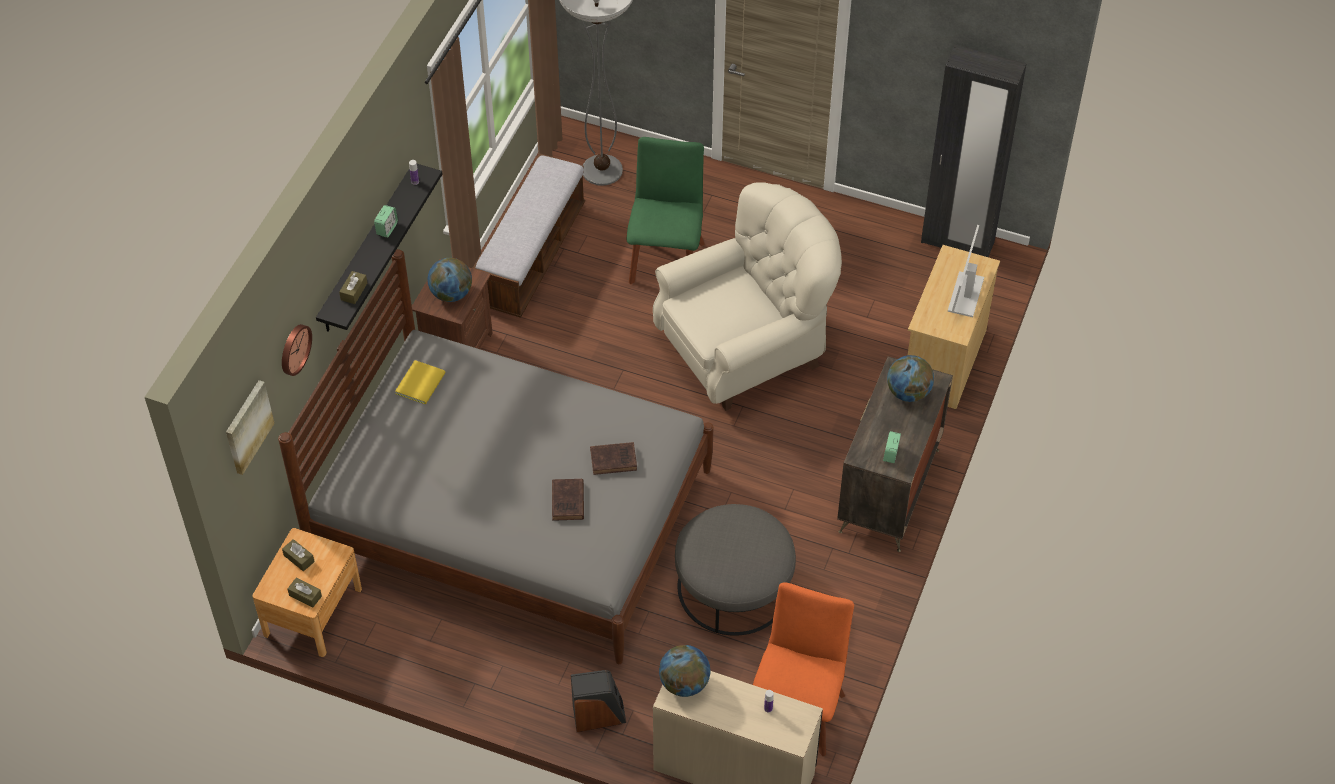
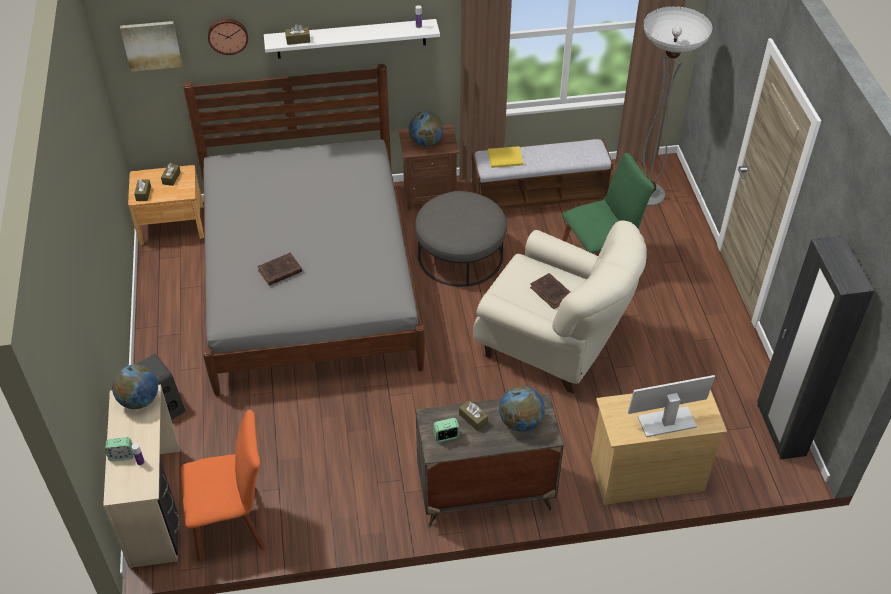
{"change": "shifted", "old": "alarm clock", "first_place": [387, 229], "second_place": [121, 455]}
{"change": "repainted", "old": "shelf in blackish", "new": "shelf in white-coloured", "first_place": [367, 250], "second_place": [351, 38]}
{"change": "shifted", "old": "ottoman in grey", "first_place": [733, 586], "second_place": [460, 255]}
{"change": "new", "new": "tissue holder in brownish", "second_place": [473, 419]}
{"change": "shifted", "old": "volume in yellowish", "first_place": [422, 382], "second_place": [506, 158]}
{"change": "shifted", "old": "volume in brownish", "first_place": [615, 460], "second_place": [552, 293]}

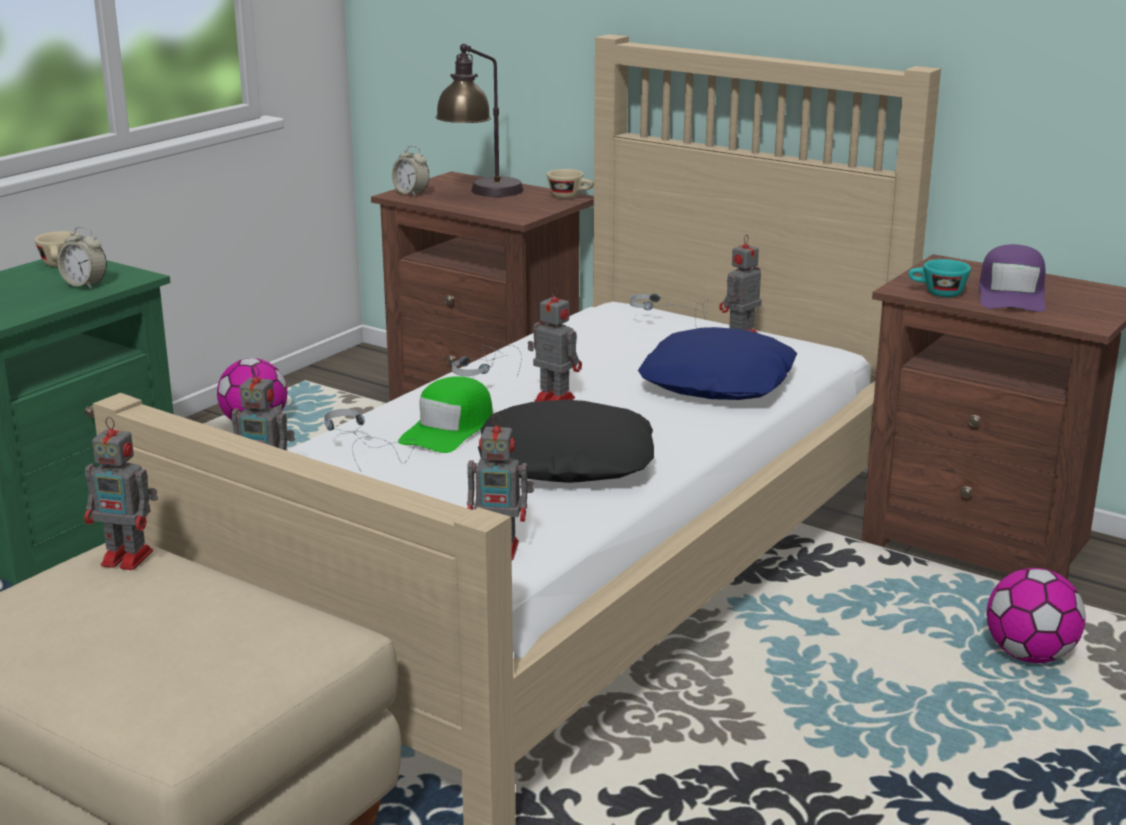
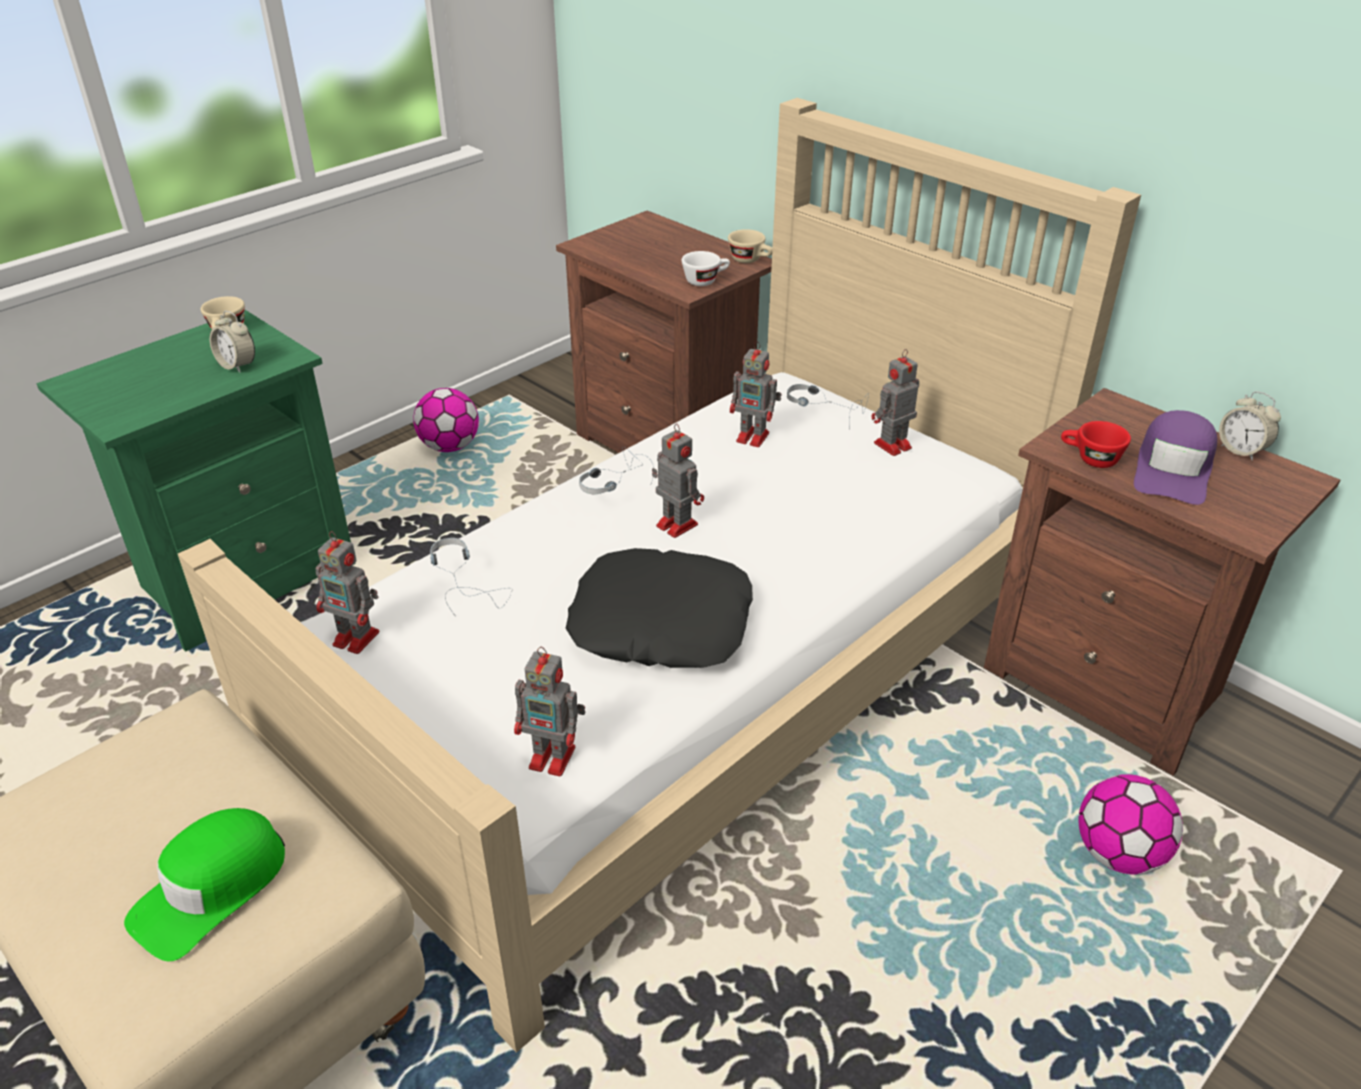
{"change": "shifted", "old": "peaked cap in green-coloured", "first_place": [449, 429], "second_place": [210, 890]}
{"change": "new", "new": "drinking cup in white-coloured", "second_place": [705, 280]}
{"change": "shifted", "old": "robot figure", "first_place": [129, 558], "second_place": [754, 437]}
{"change": "repainted", "old": "drinking cup in turquoise", "new": "drinking cup in red-coloured", "first_place": [937, 293], "second_place": [1090, 459]}
{"change": "shifted", "old": "alarm clock", "first_place": [411, 193], "second_place": [1241, 450]}
{"change": "gone", "old": "lamp for a table", "first_place": [481, 194]}
{"change": "gone", "old": "throw pillow in bluish", "first_place": [719, 382]}

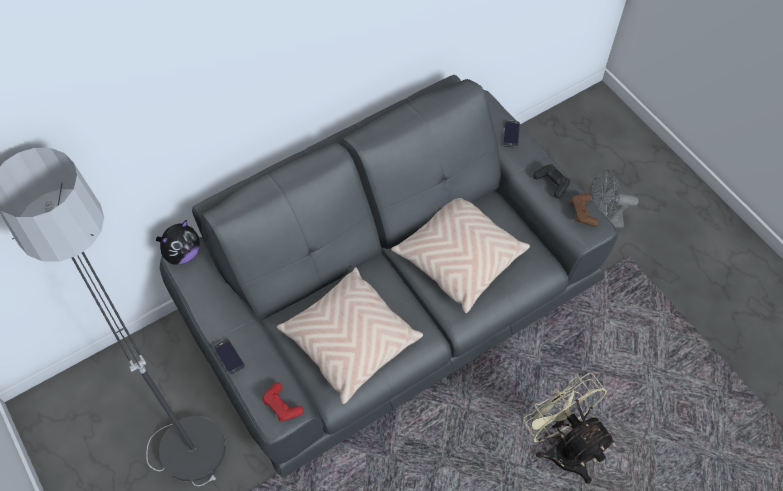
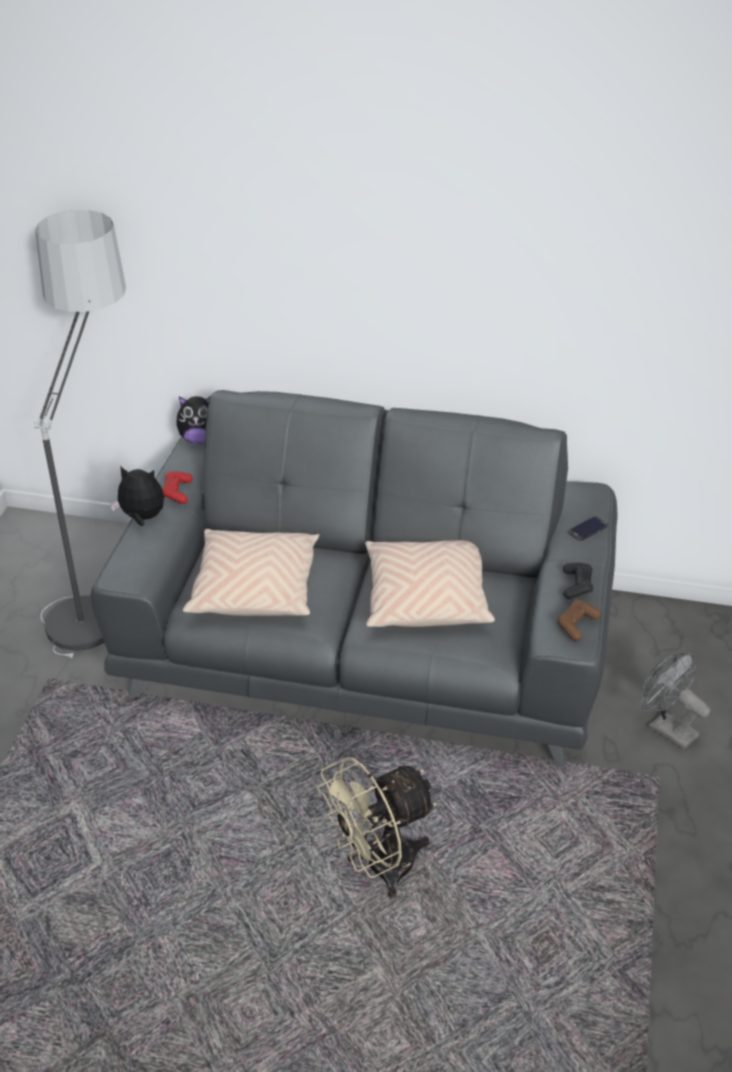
{"change": "swapped", "old": "phone", "new": "plush toy", "first_place": [229, 356], "second_place": [142, 518]}
{"change": "shifted", "old": "game controller in red-coloured", "first_place": [282, 405], "second_place": [177, 492]}
{"change": "rotated", "old": "cooling fan in sand-coloured", "first_place": [562, 446], "second_place": [378, 868], "degrees": -135}

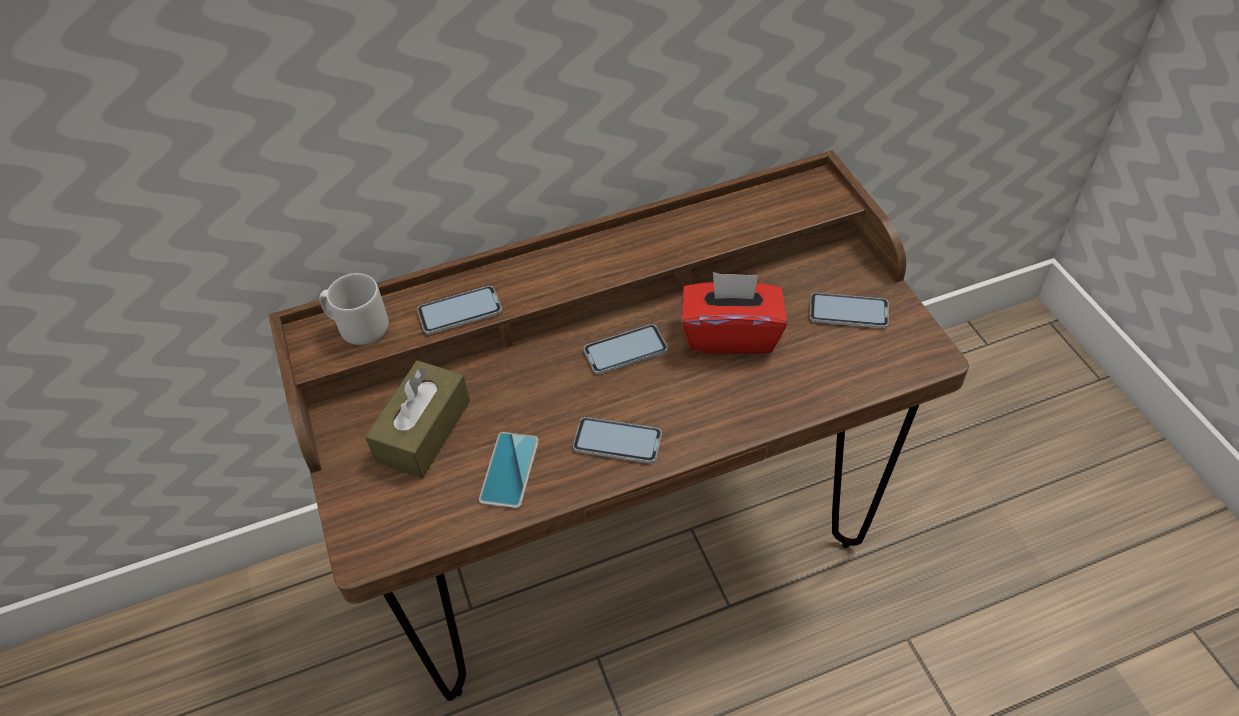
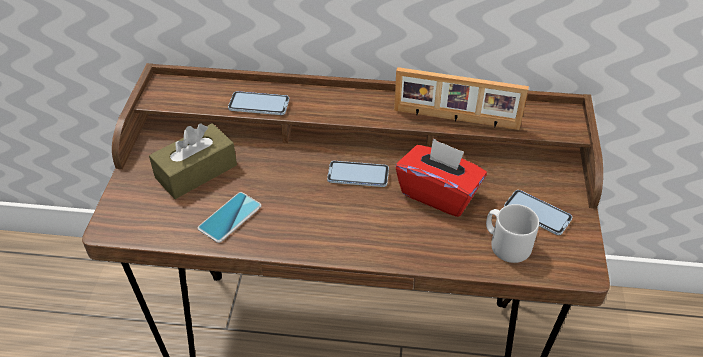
{"change": "new", "new": "standing frame", "second_place": [455, 119]}
{"change": "shifted", "old": "coffee mug in grey", "first_place": [358, 326], "second_place": [506, 244]}
{"change": "gone", "old": "phone", "first_place": [617, 441]}

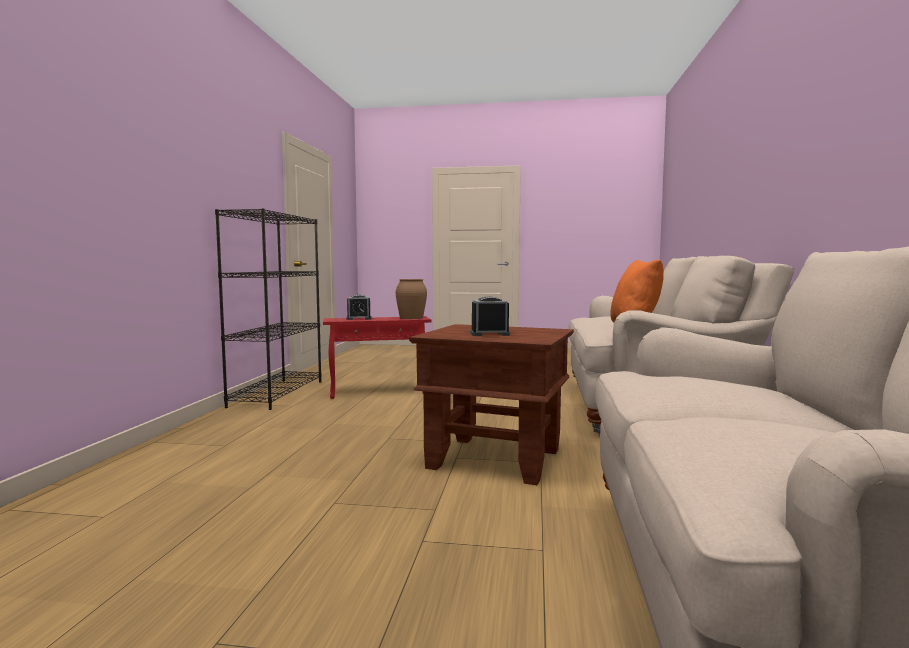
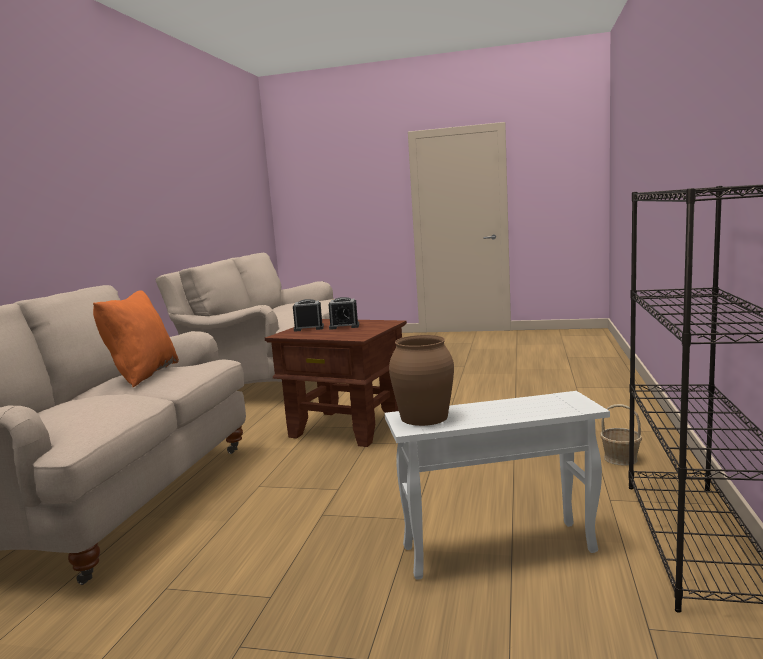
{"change": "shifted", "old": "alarm clock", "first_place": [359, 318], "second_place": [309, 328]}
{"change": "repainted", "old": "accent table in red-coloured", "new": "accent table in white-coloured", "first_place": [378, 392], "second_place": [498, 550]}
{"change": "new", "new": "storage basket", "second_place": [620, 459]}

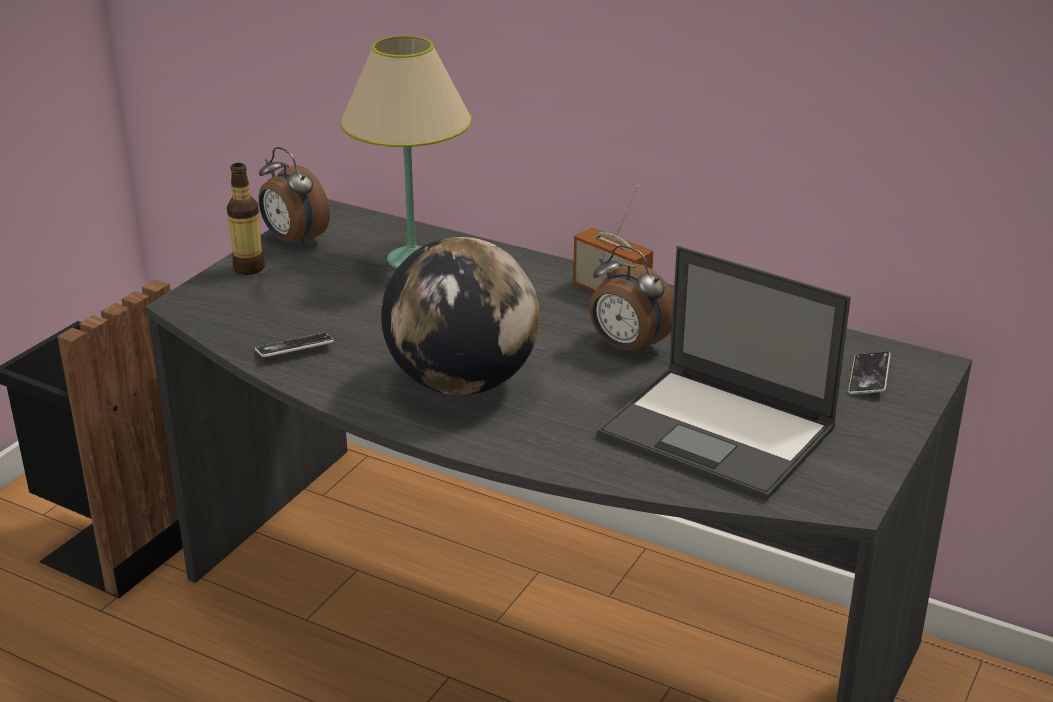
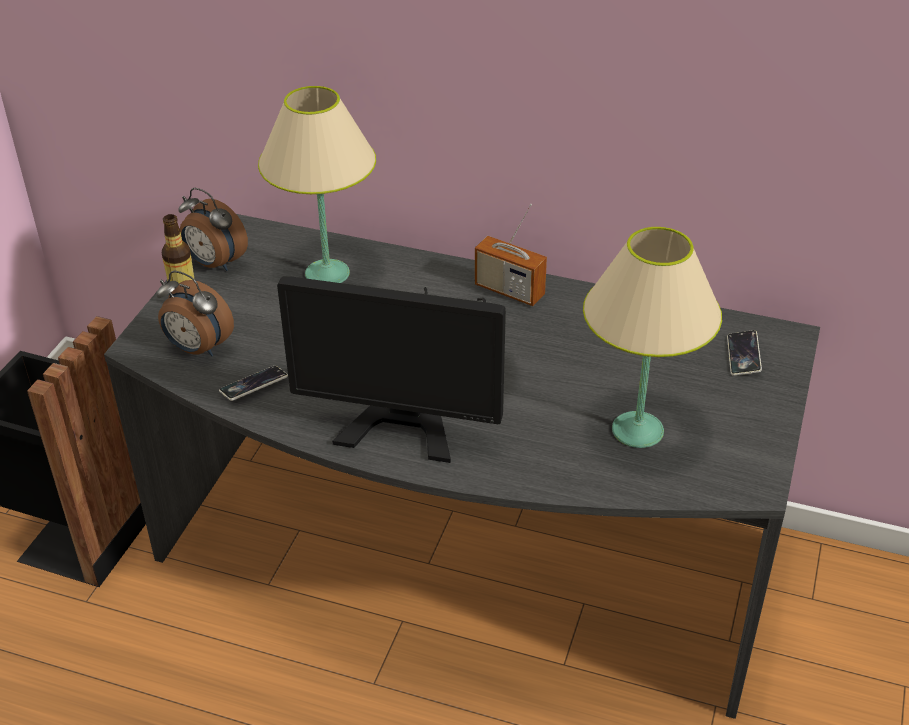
{"change": "shifted", "old": "alarm clock", "first_place": [627, 348], "second_place": [197, 349]}
{"change": "swapped", "old": "desk globe", "new": "computer screen", "first_place": [462, 383], "second_place": [410, 404]}
{"change": "swapped", "old": "notebook computer", "new": "lamp for a table in sand-coloured", "first_place": [719, 433], "second_place": [638, 430]}

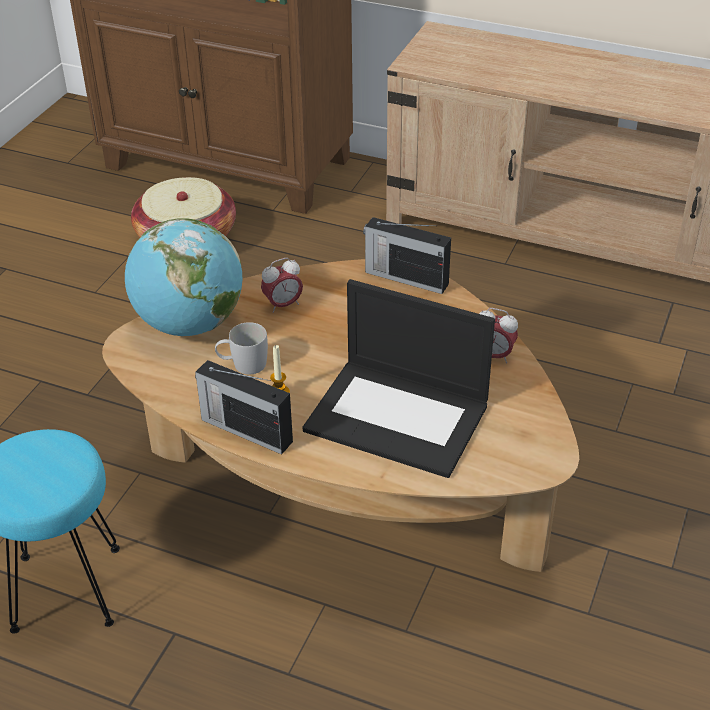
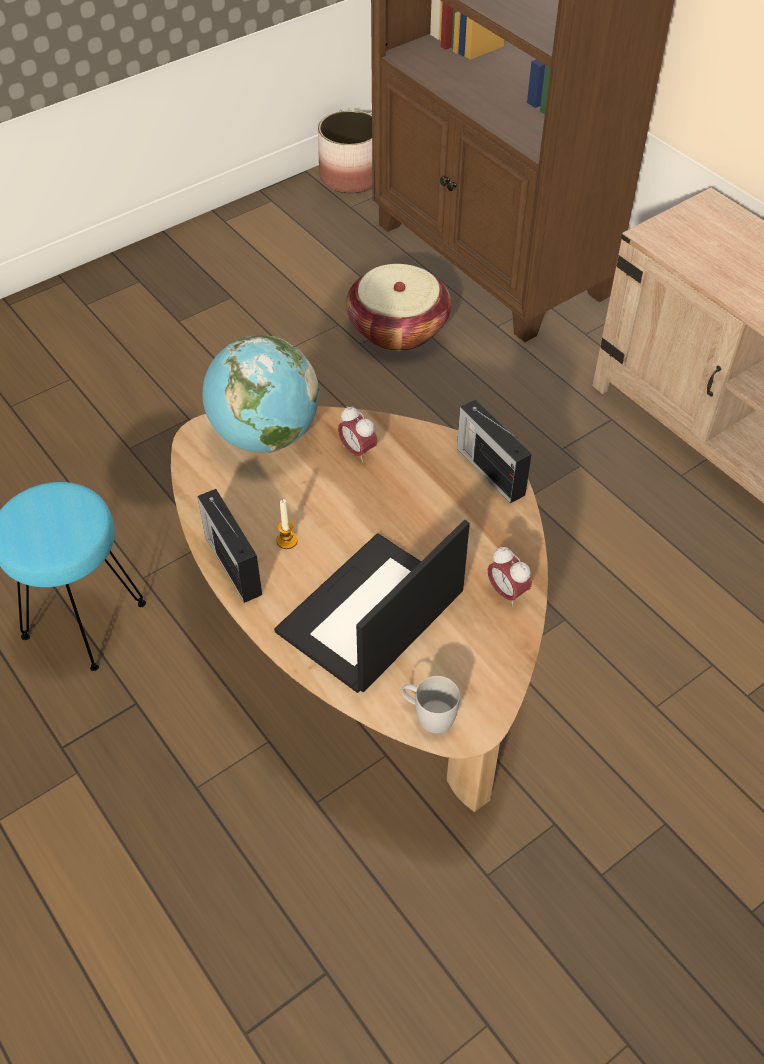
{"change": "rotated", "old": "notebook computer", "first_place": [399, 417], "second_place": [370, 615], "degrees": 75}
{"change": "new", "new": "planter", "second_place": [351, 177]}
{"change": "rotated", "old": "alarm clock", "first_place": [283, 305], "second_place": [357, 451], "degrees": 45}
{"change": "shifted", "old": "coffee mug in white-coloured", "first_place": [243, 364], "second_place": [428, 714]}

